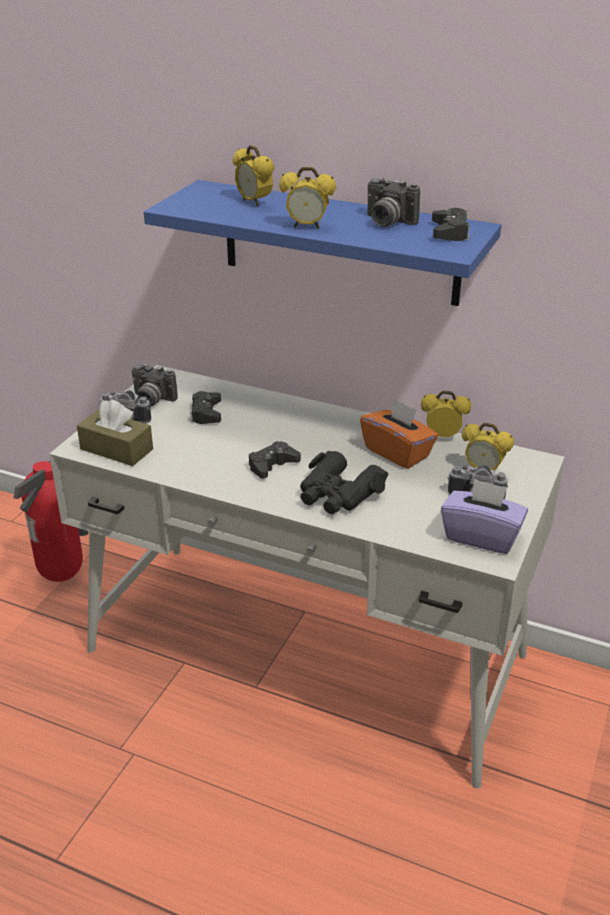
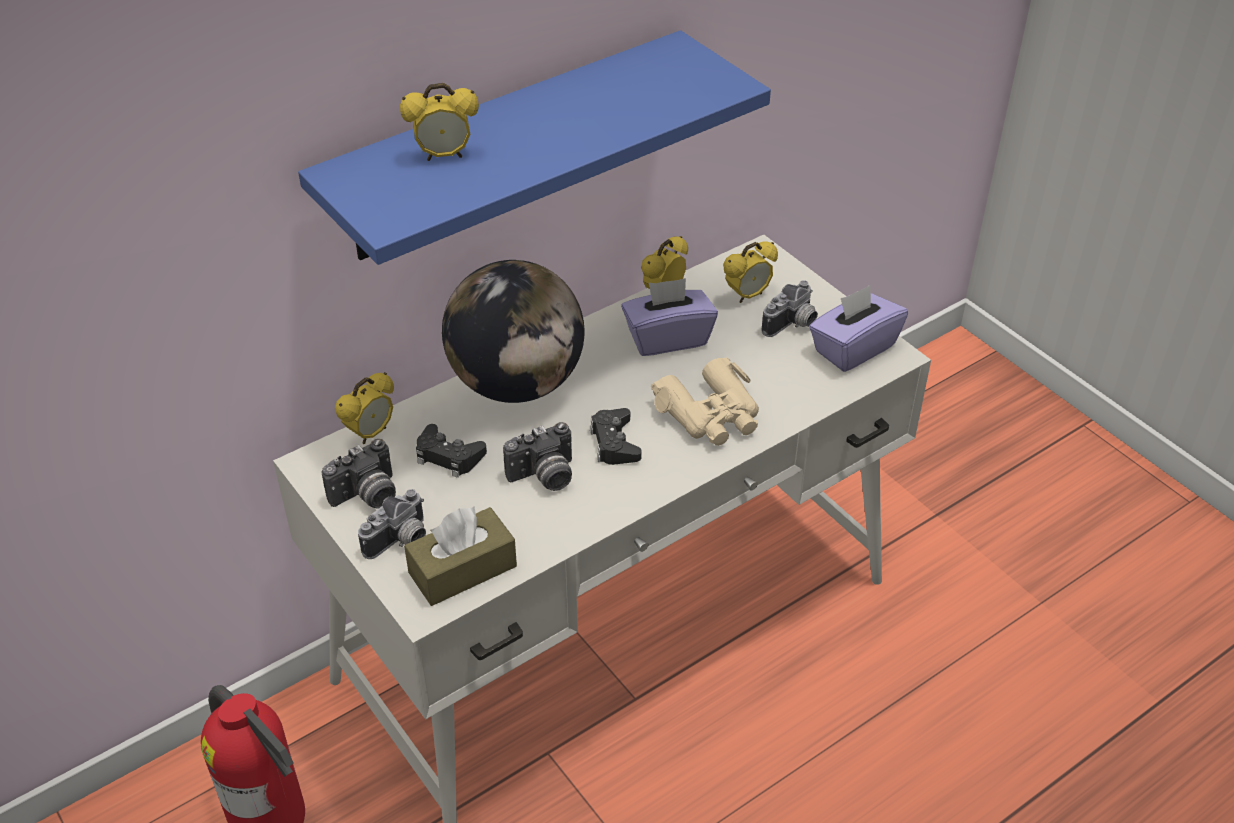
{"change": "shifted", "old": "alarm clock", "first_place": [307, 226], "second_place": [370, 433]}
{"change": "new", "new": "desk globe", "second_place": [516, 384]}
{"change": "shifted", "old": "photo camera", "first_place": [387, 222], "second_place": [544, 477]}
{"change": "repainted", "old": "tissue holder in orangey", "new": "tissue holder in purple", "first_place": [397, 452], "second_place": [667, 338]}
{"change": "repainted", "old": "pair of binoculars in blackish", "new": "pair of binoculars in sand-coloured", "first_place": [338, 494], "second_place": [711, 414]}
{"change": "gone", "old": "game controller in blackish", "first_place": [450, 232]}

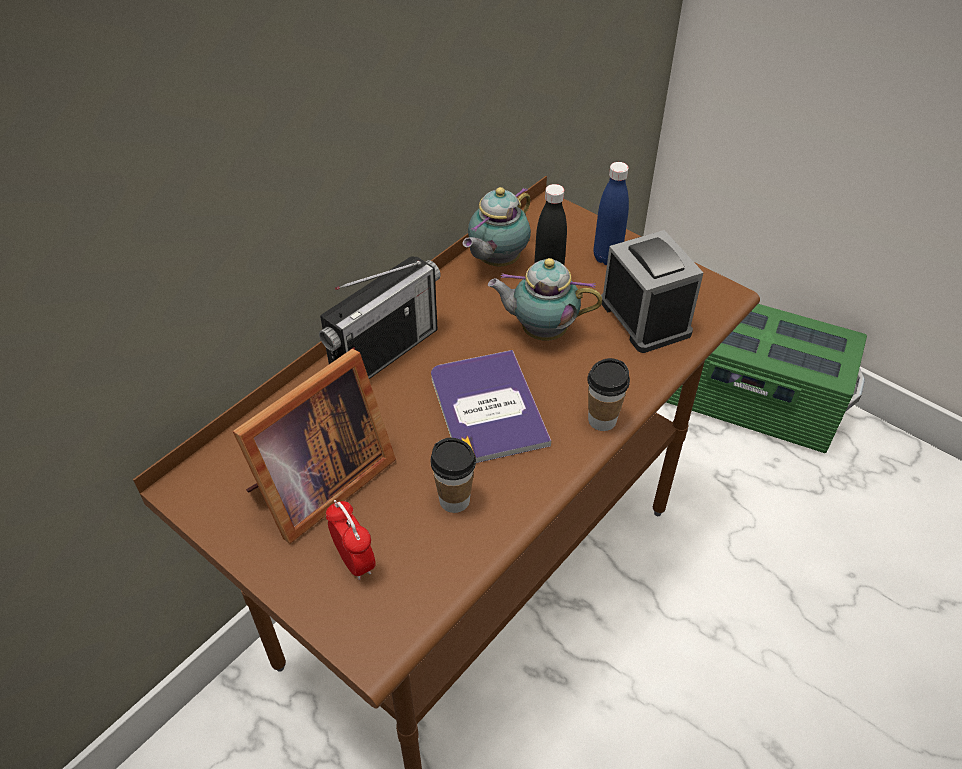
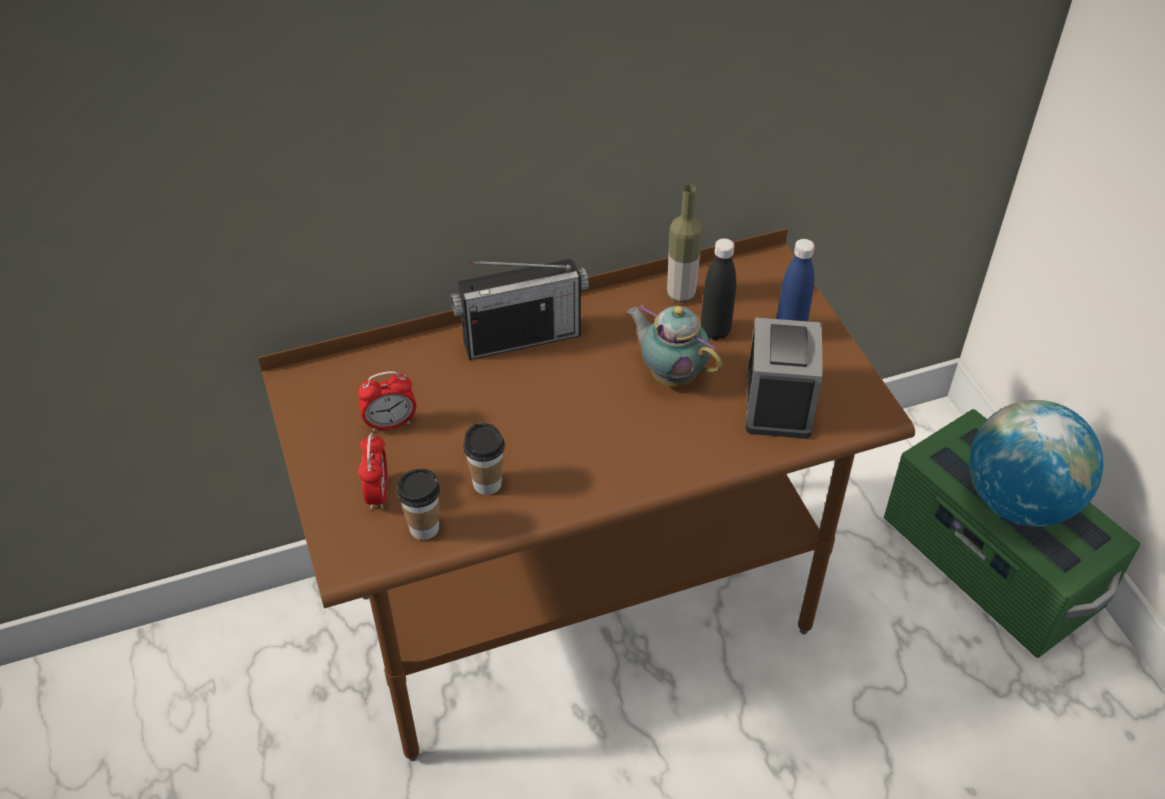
{"change": "swapped", "old": "standing frame", "new": "alarm clock", "first_place": [317, 485], "second_place": [390, 423]}
{"change": "shifted", "old": "drinking cup", "first_place": [602, 420], "second_place": [424, 528]}
{"change": "swapped", "old": "teapot", "new": "drink bottle", "first_place": [496, 261], "second_place": [681, 295]}
{"change": "new", "new": "desk globe", "second_place": [1018, 502]}
{"change": "gone", "old": "volume", "first_place": [487, 408]}

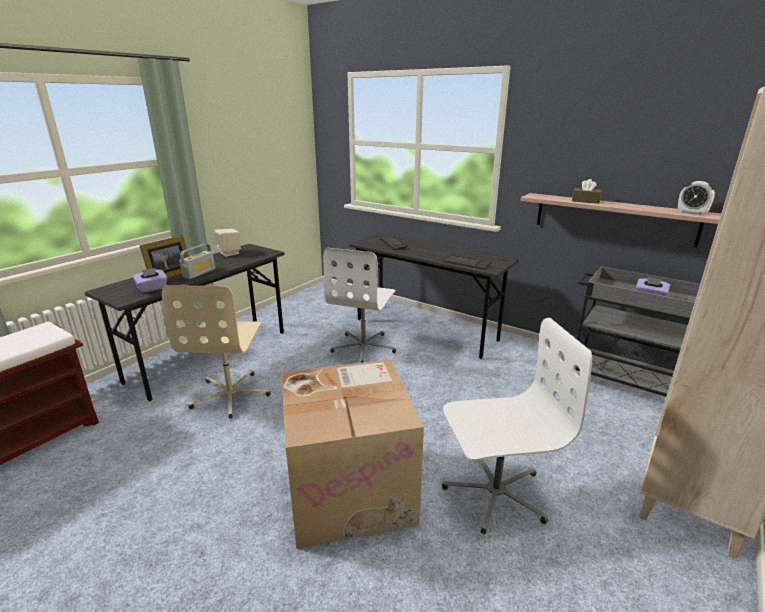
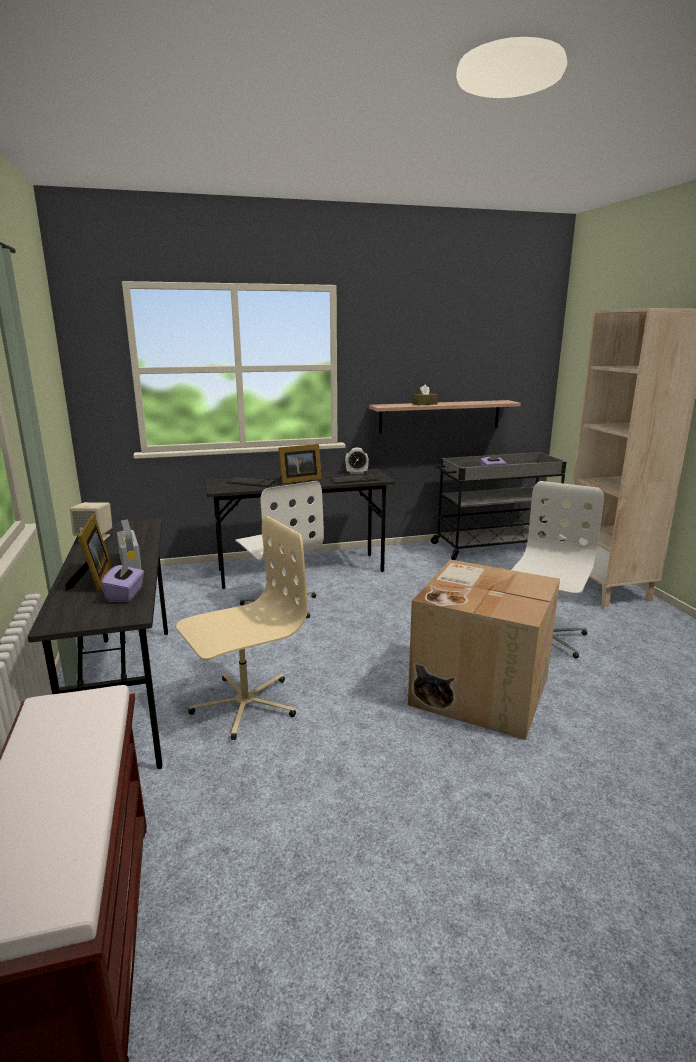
{"change": "rotated", "old": "computer chair in sand-coloured", "first_place": [231, 395], "second_place": [244, 704], "degrees": -75}
{"change": "new", "new": "standing frame", "second_place": [298, 480]}
{"change": "shifted", "old": "alarm clock", "first_place": [692, 213], "second_place": [356, 473]}

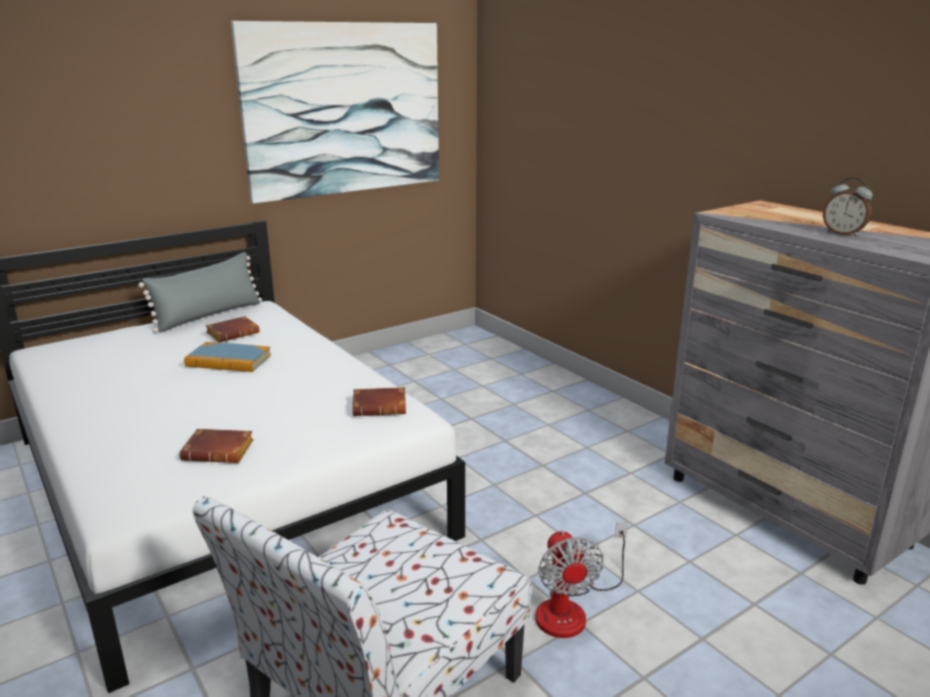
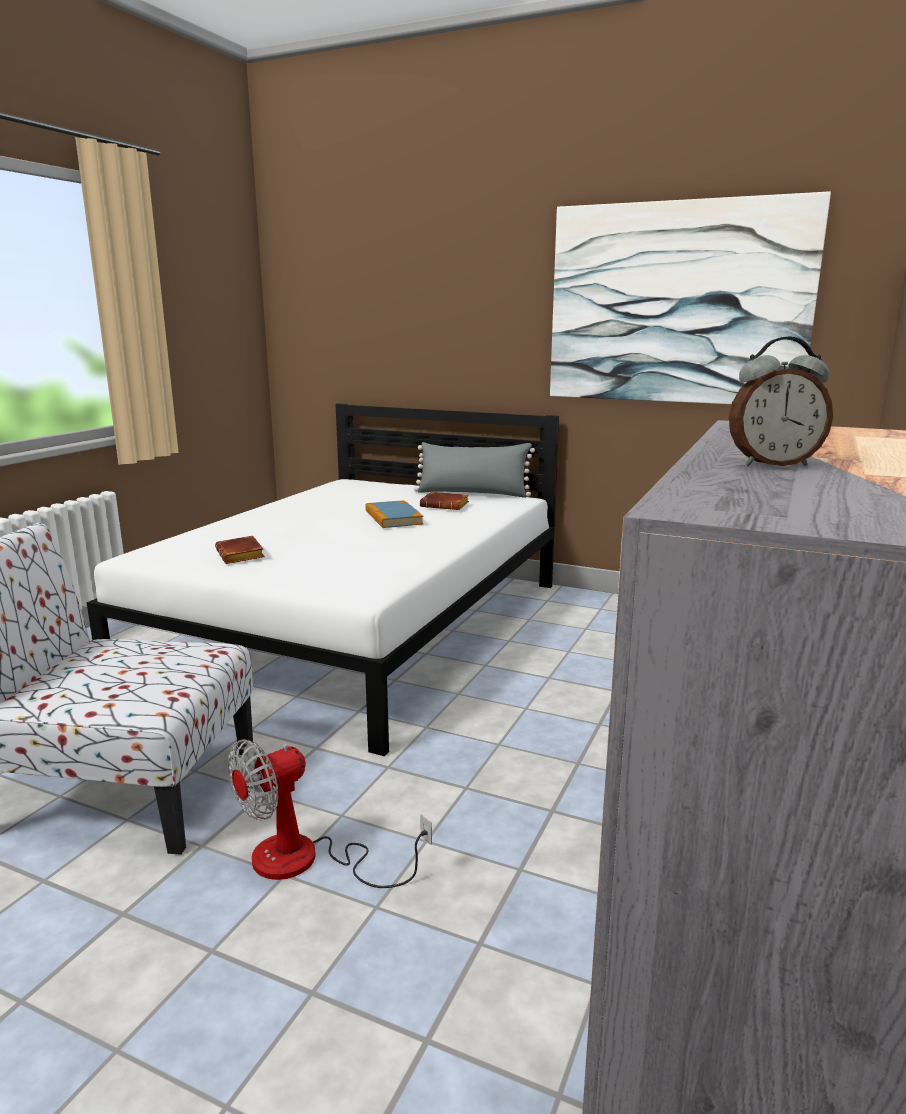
{"change": "rotated", "old": "alarm clock", "first_place": [843, 233], "second_place": [772, 464], "degrees": -105}
{"change": "gone", "old": "volume in brownish", "first_place": [381, 406]}

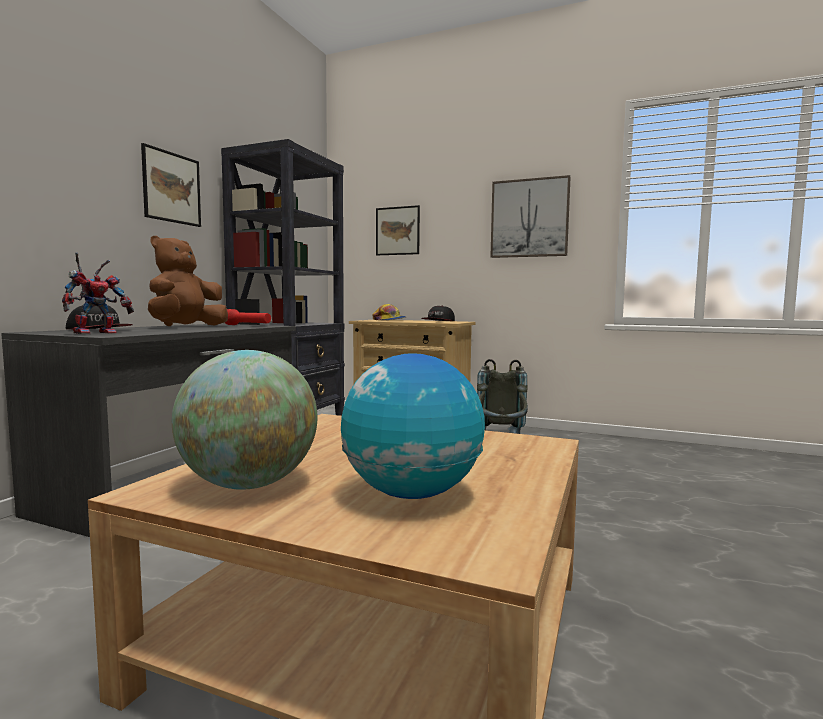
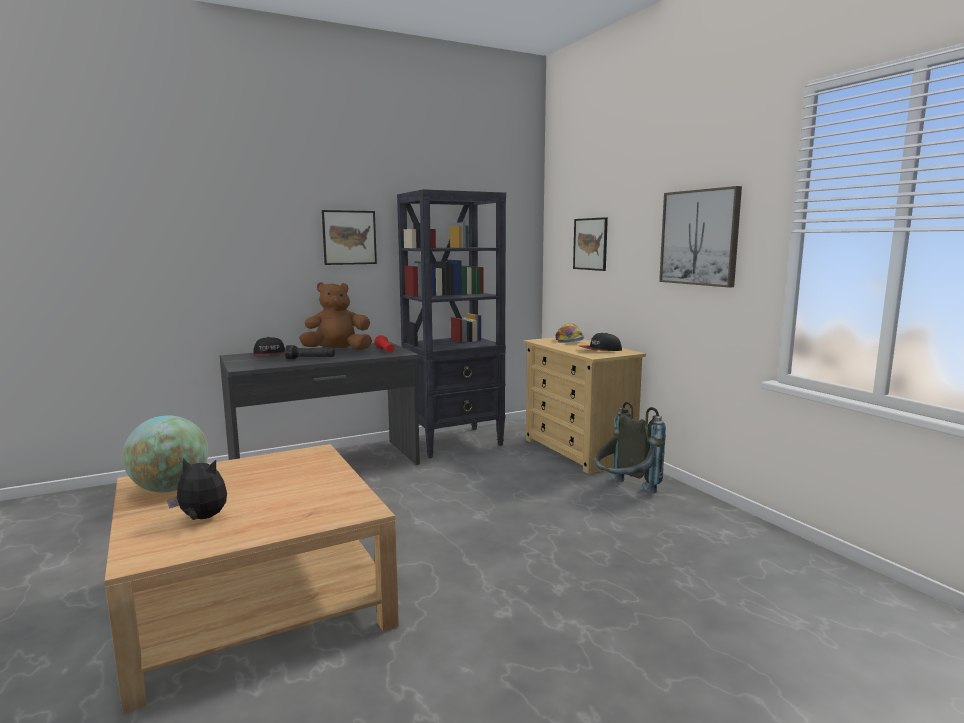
{"change": "swapped", "old": "desk globe", "new": "plush toy", "first_place": [411, 494], "second_place": [202, 518]}
{"change": "new", "new": "hand torch in blackish", "second_place": [310, 359]}
{"change": "gone", "old": "robot figure", "first_place": [97, 333]}

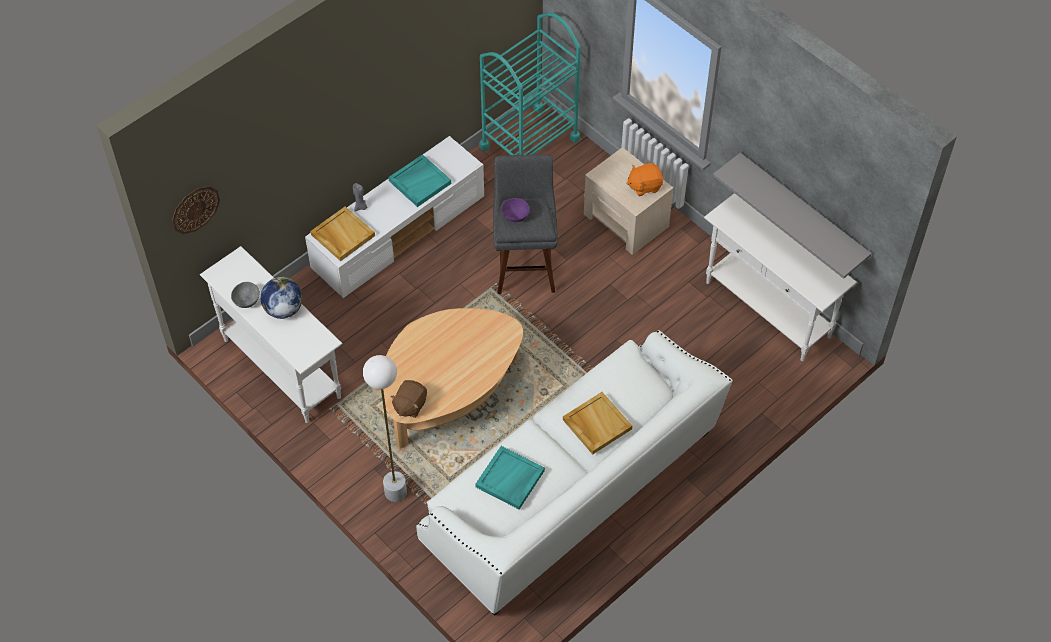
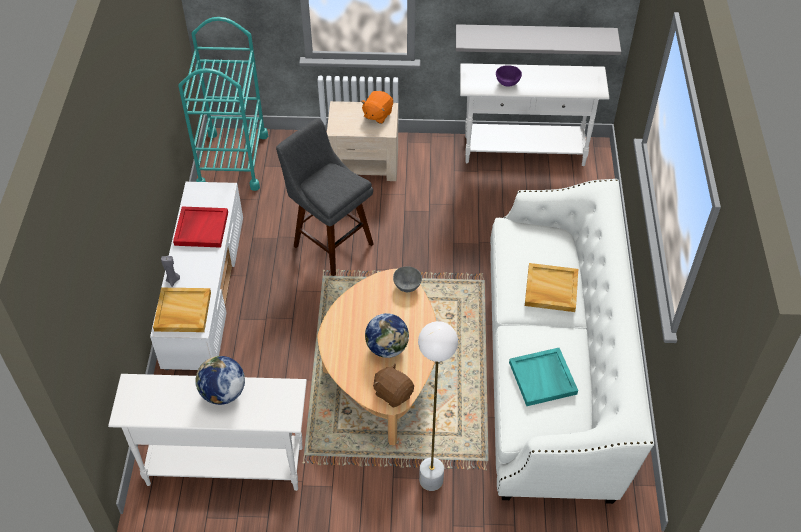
{"change": "repainted", "old": "tray in turquoise", "new": "tray in red-coloured", "first_place": [420, 181], "second_place": [201, 228]}
{"change": "new", "new": "desk globe", "second_place": [387, 348]}
{"change": "rotated", "old": "plush toy in brownish", "first_place": [410, 405], "second_place": [393, 393], "degrees": 150}
{"change": "shifted", "old": "bowl in grey", "first_place": [247, 301], "second_place": [407, 285]}
{"change": "shifted", "old": "bowl in purple", "first_place": [515, 216], "second_place": [507, 82]}
{"change": "gone", "old": "wall clock", "first_place": [195, 209]}

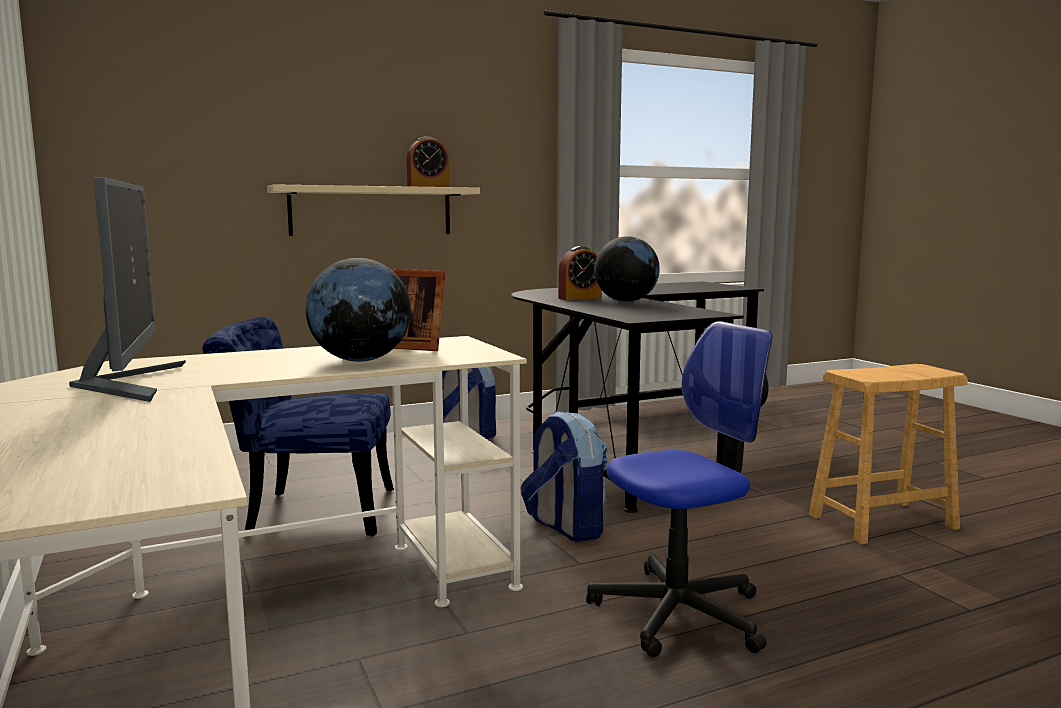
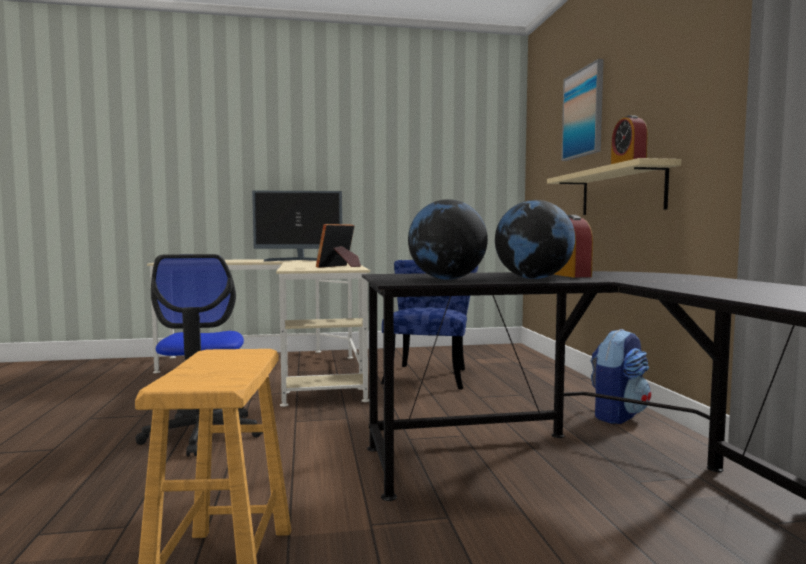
{"change": "shifted", "old": "desk globe", "first_place": [360, 360], "second_place": [447, 279]}
{"change": "new", "new": "wall picture", "second_place": [583, 113]}
{"change": "gone", "old": "rucksack", "first_place": [565, 527]}

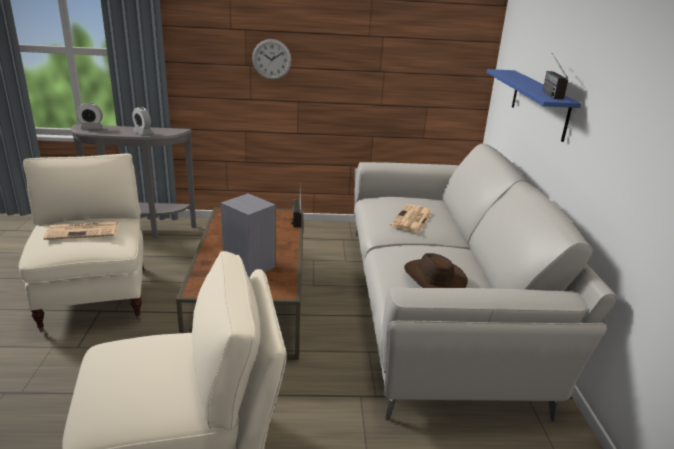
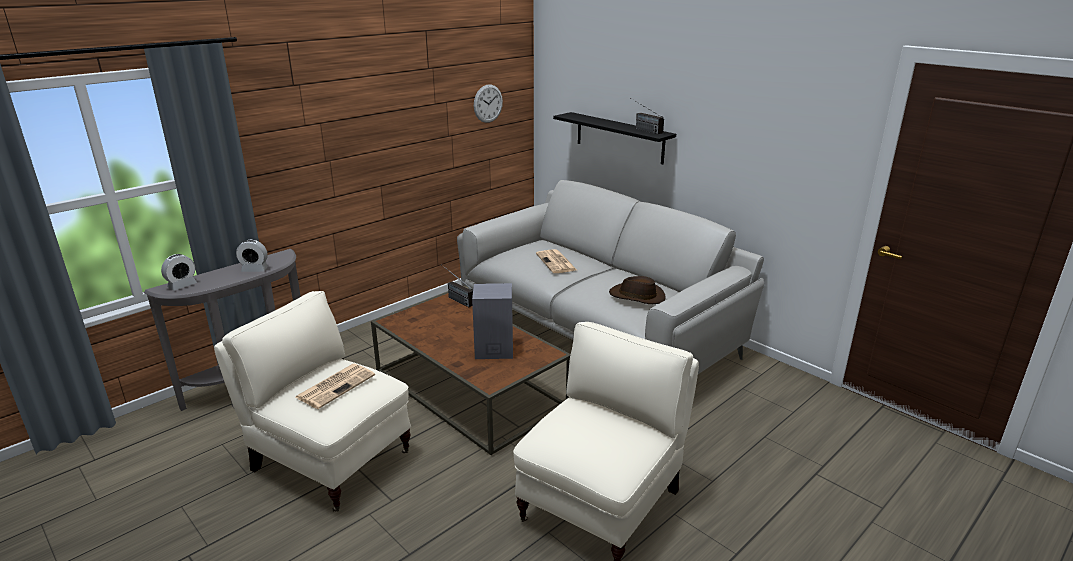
{"change": "shifted", "old": "wall clock", "first_place": [271, 59], "second_place": [488, 103]}
{"change": "repainted", "old": "shelf in bluish", "new": "shelf in blackish", "first_place": [539, 103], "second_place": [619, 137]}

